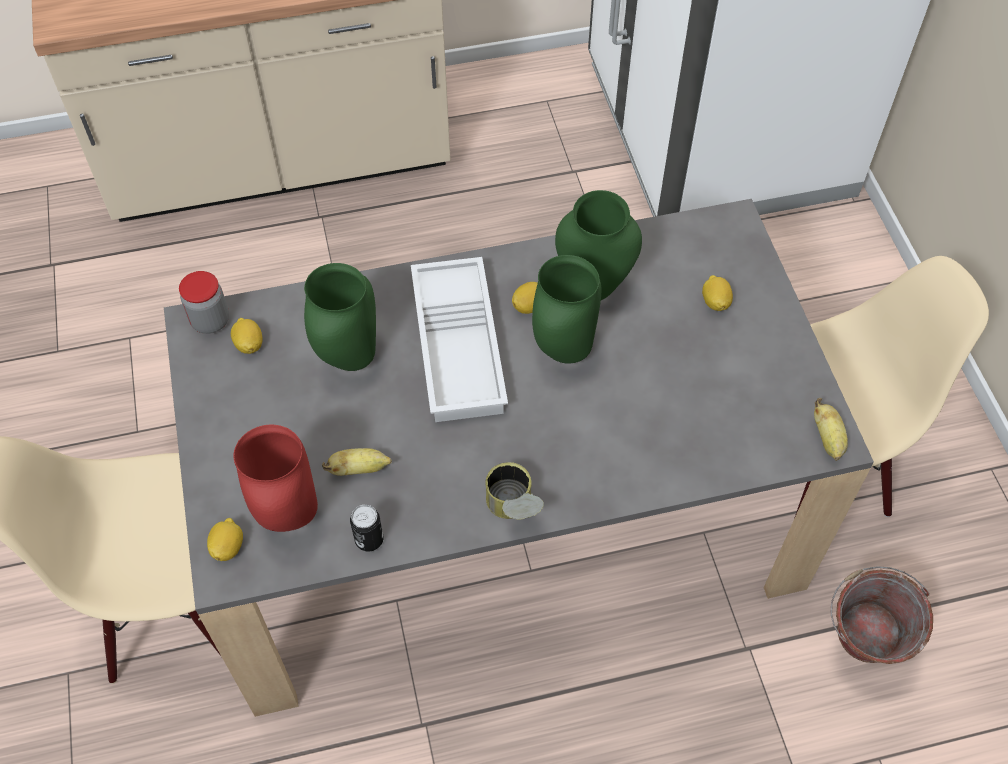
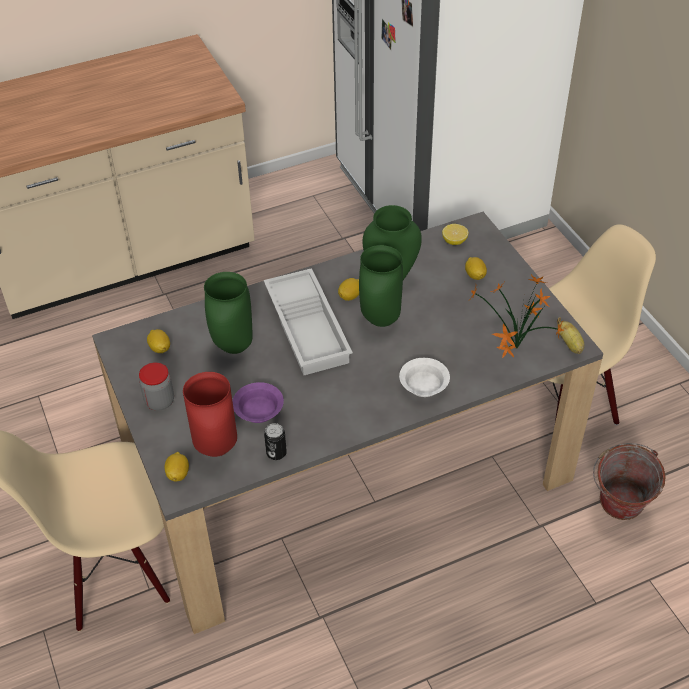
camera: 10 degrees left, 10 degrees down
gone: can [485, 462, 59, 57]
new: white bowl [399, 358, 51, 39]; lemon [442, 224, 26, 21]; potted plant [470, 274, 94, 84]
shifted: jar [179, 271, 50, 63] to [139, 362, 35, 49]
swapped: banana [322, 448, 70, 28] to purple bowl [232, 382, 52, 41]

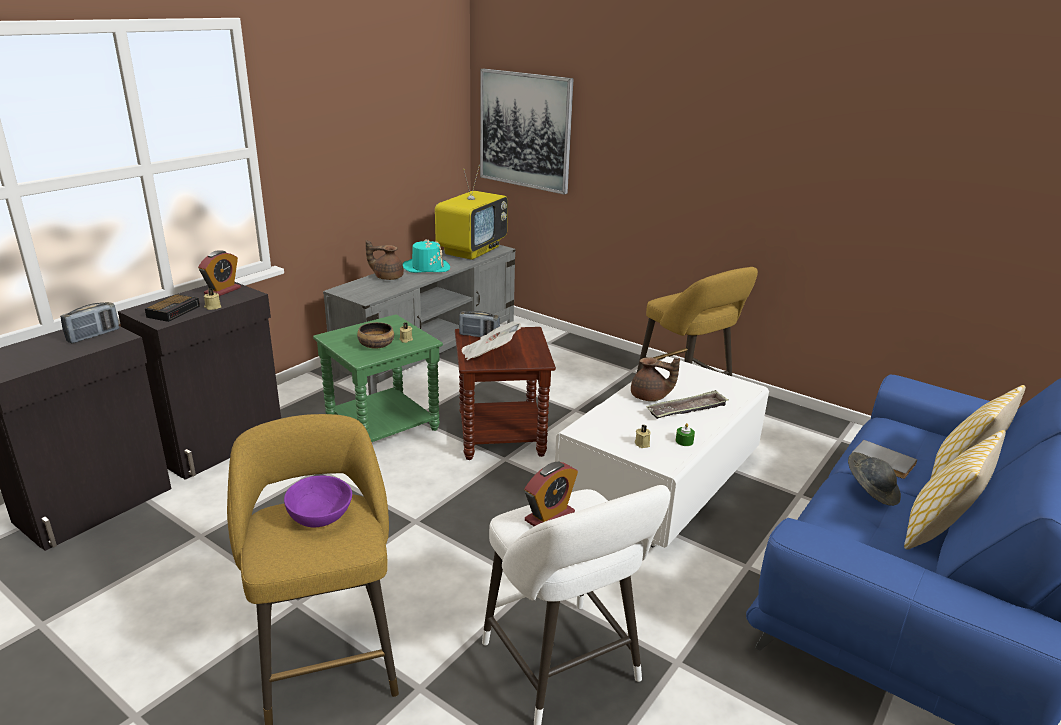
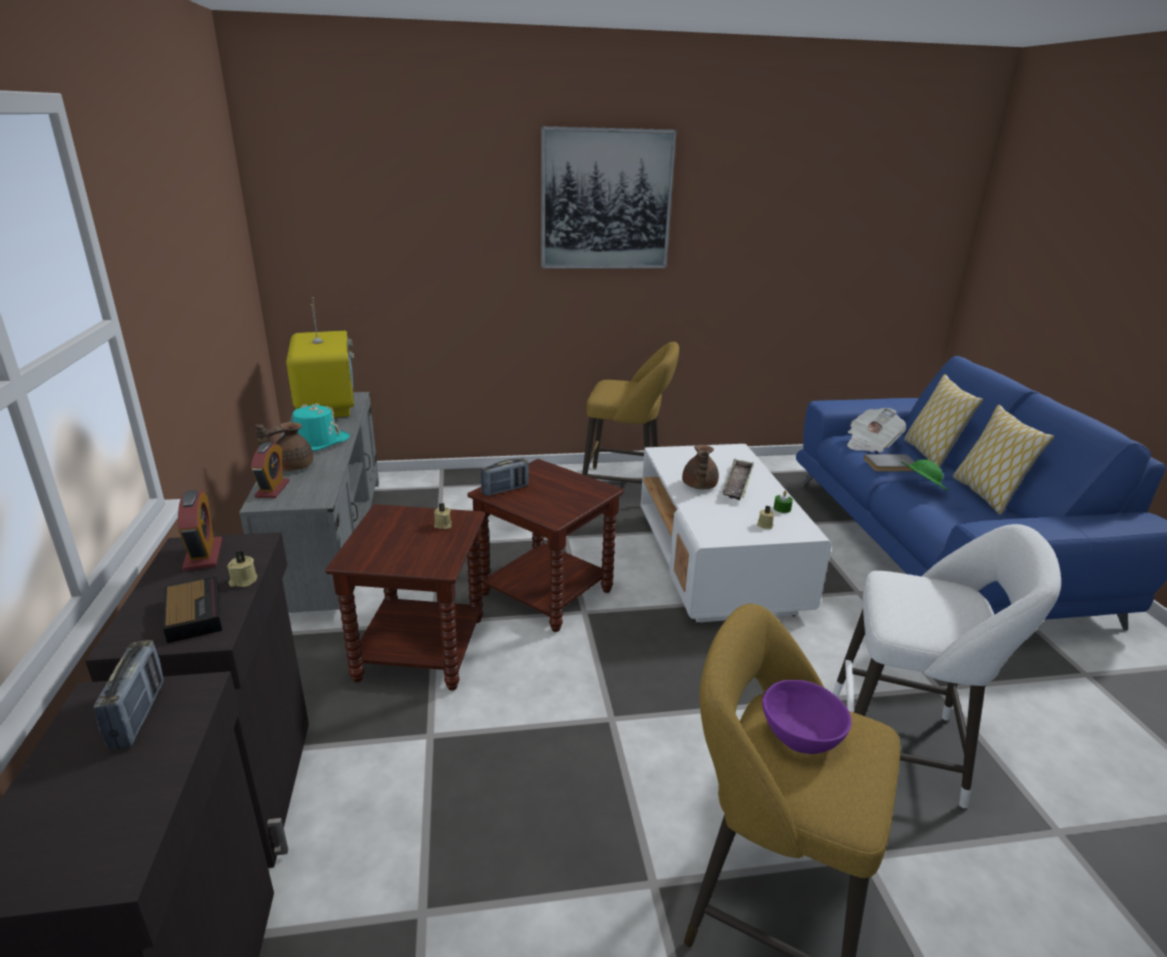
camera: 45 degrees left, 0 degrees up
gone: bowl [357, 322, 37, 27]
shifted: newspaper [461, 321, 60, 39] to [847, 408, 59, 44]; picture [480, 69, 94, 126] to [541, 126, 136, 143]; alarm clock [524, 462, 54, 64] to [251, 442, 39, 56]
repainted: green side table [313, 315, 130, 127] to brown side table [325, 504, 160, 187]; grey hat [848, 452, 53, 54] to green hat [901, 460, 47, 31]
rotated: brown teapot [631, 357, 49, 44] = [682, 445, 37, 44] 120 degrees clockwise

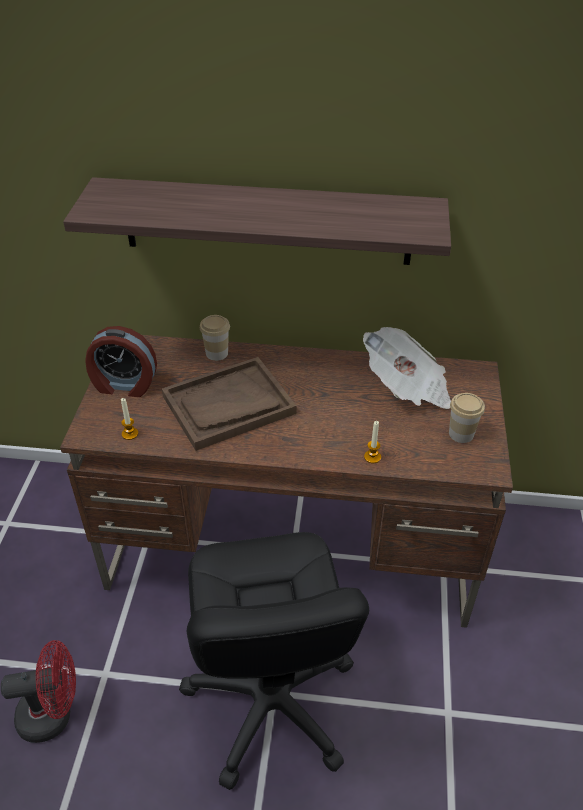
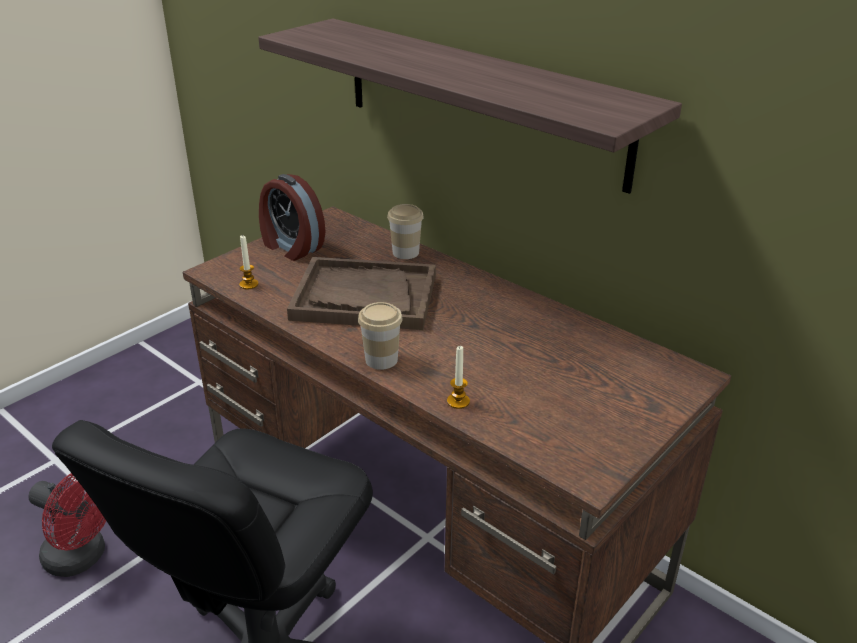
camera: 35 degrees right, 10 degrees down
gone: newspaper [363, 327, 88, 82]
shifted: cup [449, 393, 36, 50] to [358, 302, 45, 68]

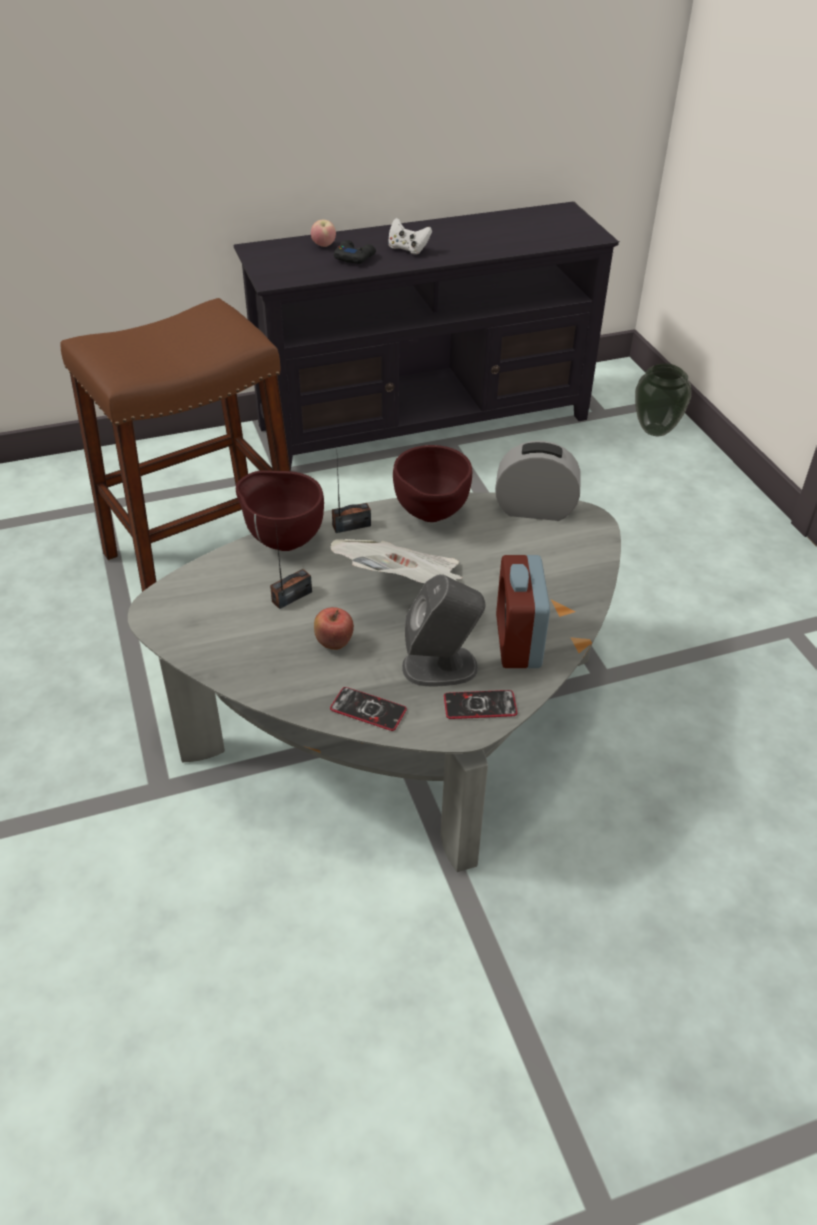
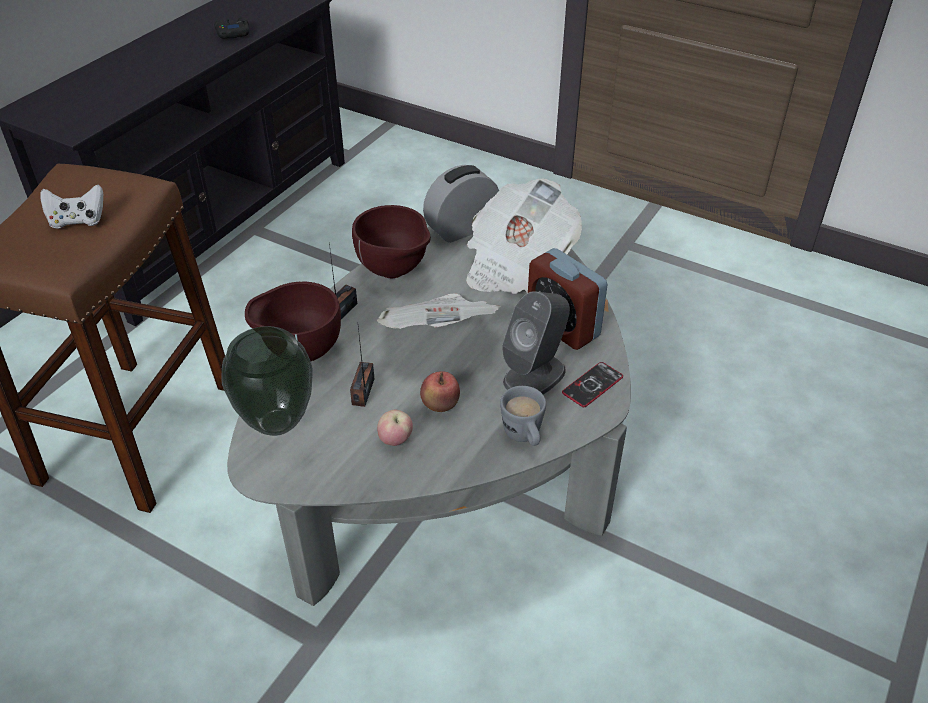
camera: 40 degrees left, 0 degrees up
new: newspaper [466, 179, 116, 115]
shifted: apple [311, 219, 25, 28] to [377, 410, 36, 36]; black game controller [334, 240, 42, 24] to [214, 17, 35, 22]; white game controller [388, 218, 44, 37] to [40, 185, 63, 44]; vase [635, 363, 56, 73] to [221, 326, 92, 110]
swapped: phone [330, 687, 77, 44] to grey mug [500, 386, 46, 60]

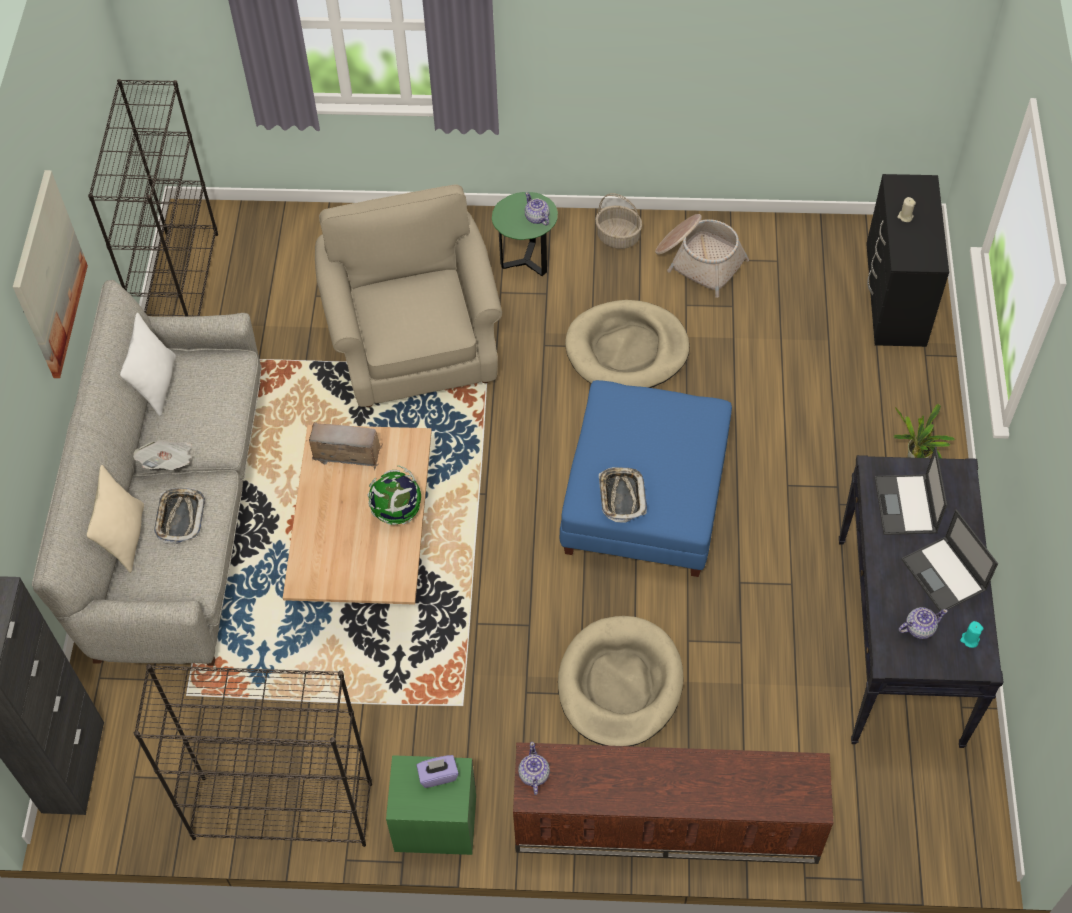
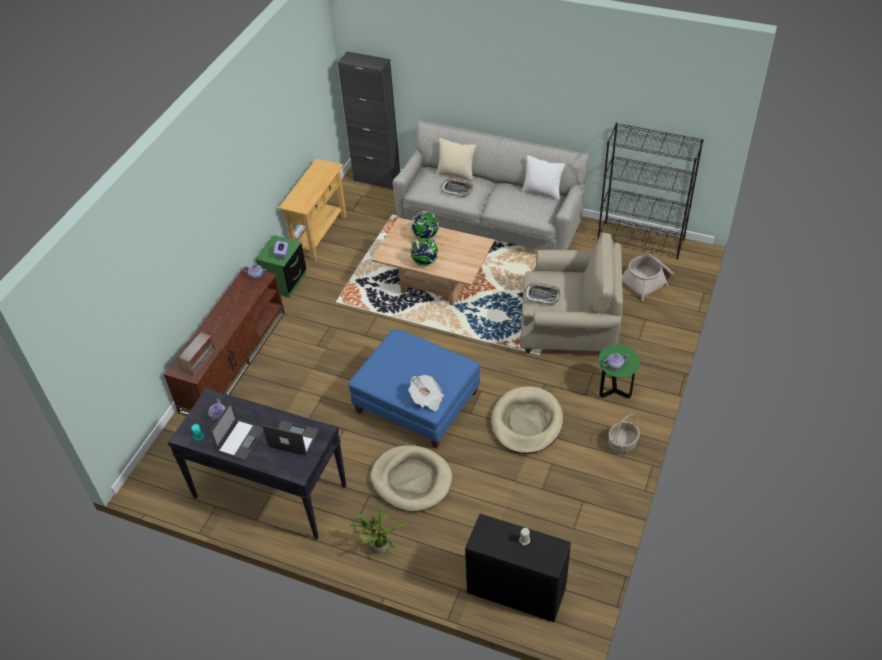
camera: 110 degrees right, 10 degrees down
gone: picture [13, 170, 75, 208]
new: globe [410, 211, 29, 28]
shifted: newspaper [133, 440, 59, 30] to [408, 375, 36, 36]; radio [306, 422, 76, 48] to [178, 332, 39, 44]; beige dog bed [558, 616, 125, 130] to [370, 445, 82, 67]; tray [599, 467, 48, 56] to [525, 283, 36, 22]; basket [655, 214, 94, 84] to [622, 253, 53, 48]
swapped: black bookcase [134, 664, 238, 183] to beige console table [278, 159, 69, 103]
rotated: laptop [902, 510, 96, 102] = [210, 400, 54, 61] 120 degrees clockwise

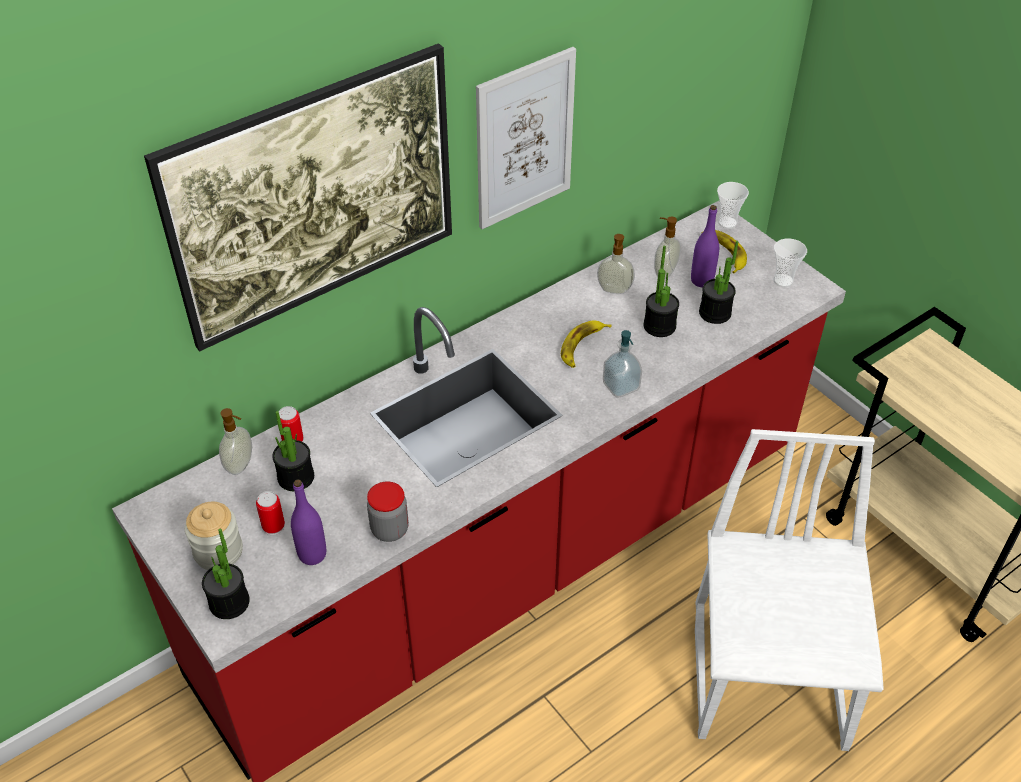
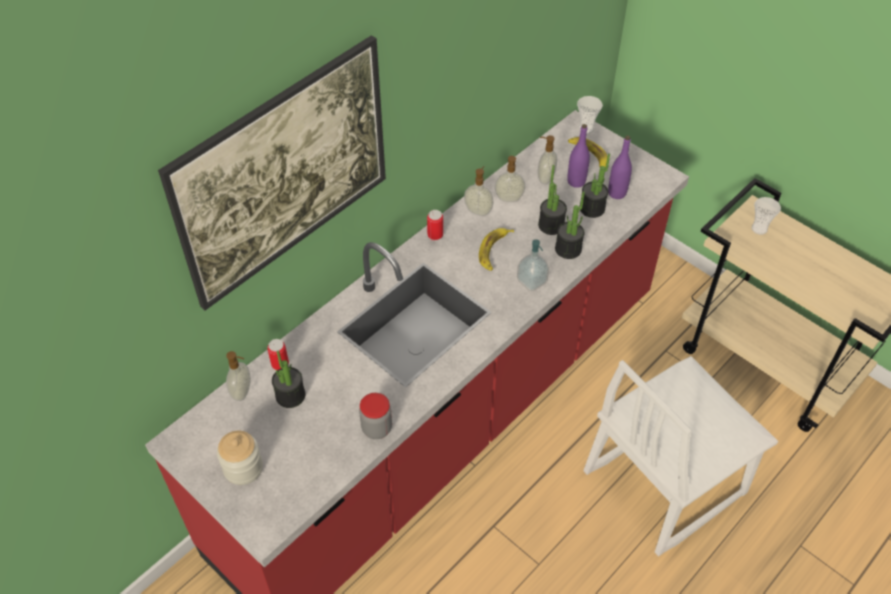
camera: 10 degrees left, 5 degrees up
gone: picture [476, 47, 100, 182]
new: soap dispenser [464, 166, 30, 50]
shifted: potted plant [202, 528, 48, 91] to [555, 191, 30, 68]; can [256, 491, 29, 44] to [427, 210, 16, 31]; purple bottle [291, 480, 35, 85] to [608, 136, 24, 63]; cup [773, 238, 34, 49] to [752, 197, 29, 38]
rotated: white chair [695, 429, 189, 322] = [584, 356, 194, 200] 120 degrees counterclockwise

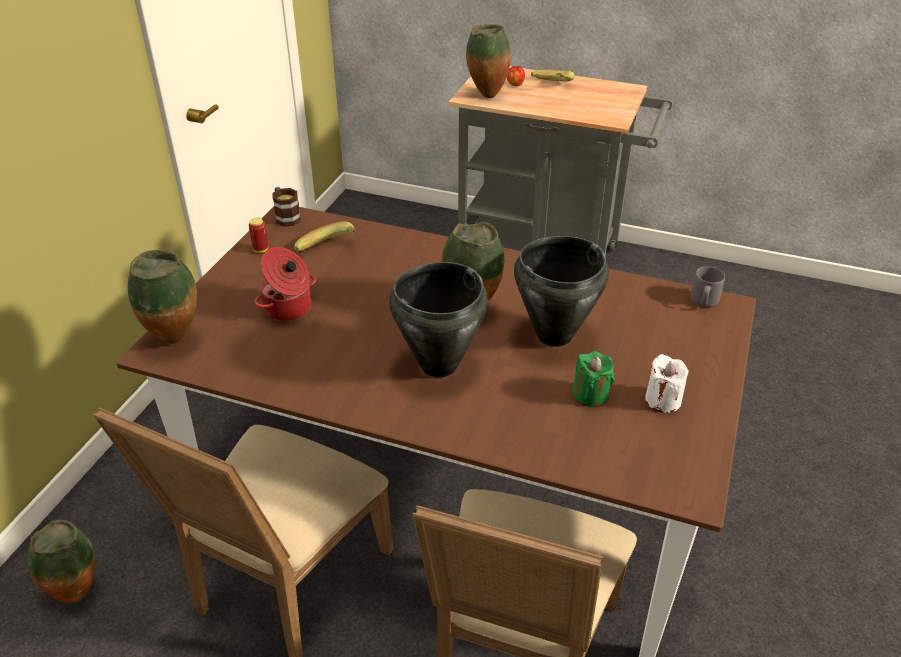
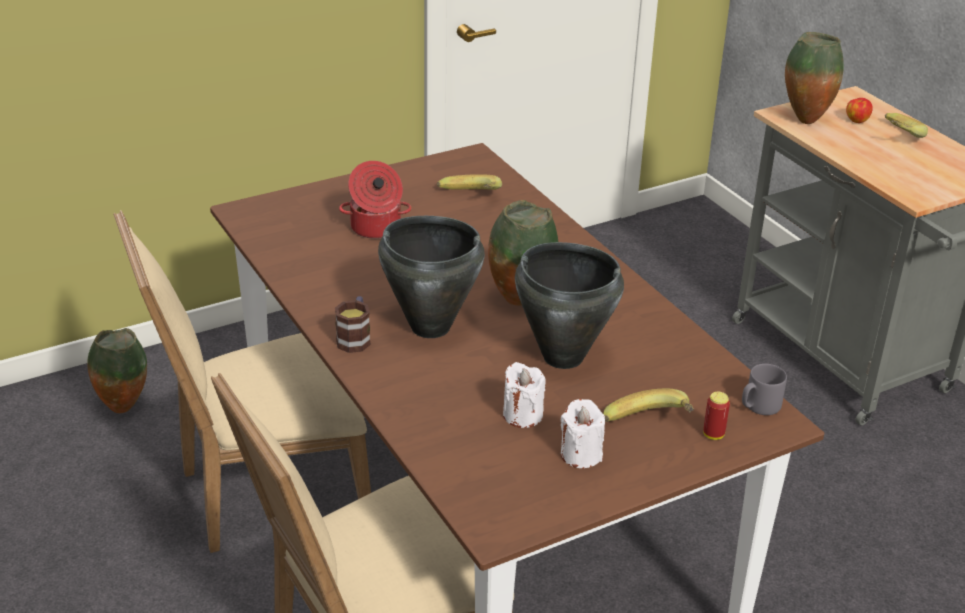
camera: 40 degrees right, 5 degrees down
gone: vase [128, 250, 69, 94]
new: banana [603, 389, 91, 33]
shifted: can [249, 218, 19, 35] to [703, 392, 27, 48]; mug [273, 187, 28, 40] to [335, 296, 36, 57]
repainted: green candle [573, 351, 41, 56] to white candle [503, 362, 42, 66]

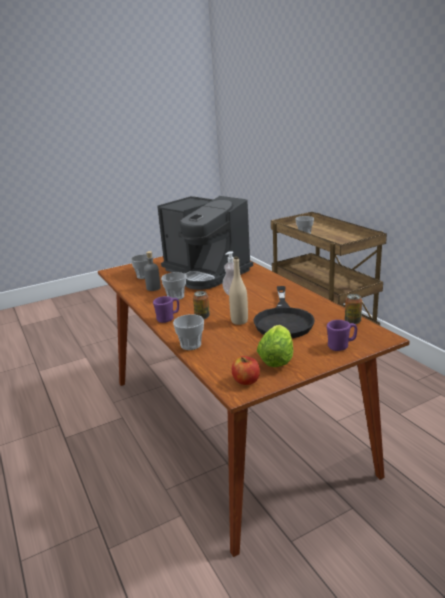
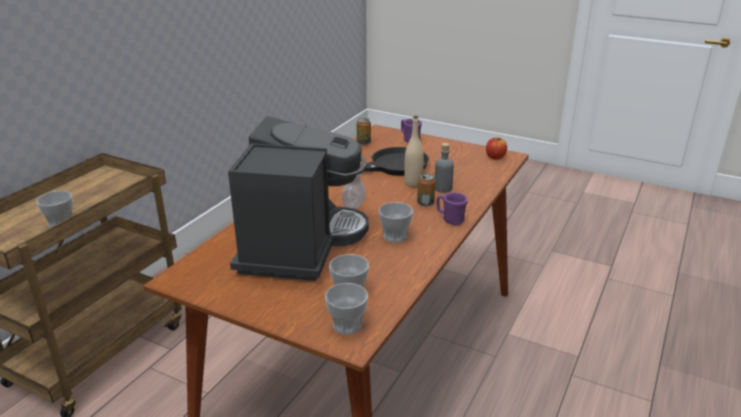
camera: 125 degrees left, 5 degrees up
gone: lettuce [257, 325, 36, 42]
shifted: grey bottle [144, 251, 17, 40] to [435, 143, 19, 50]; cup [173, 314, 31, 36] to [325, 283, 43, 52]

